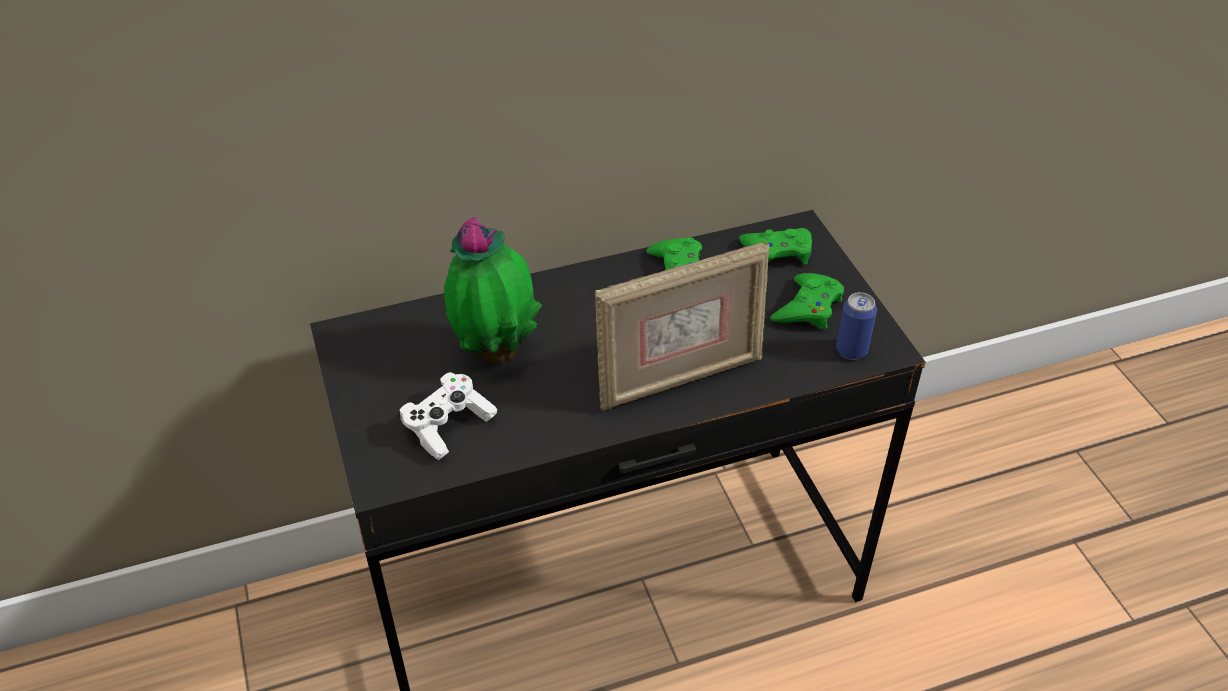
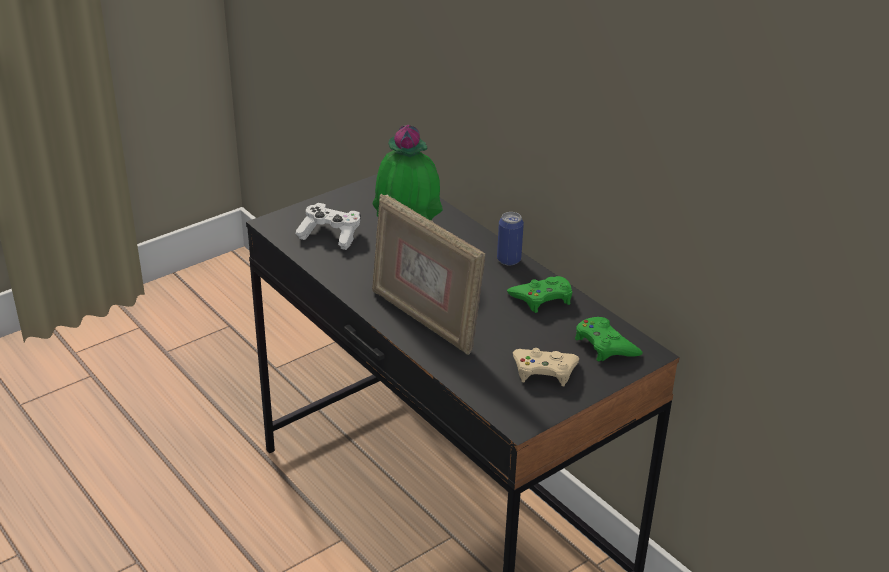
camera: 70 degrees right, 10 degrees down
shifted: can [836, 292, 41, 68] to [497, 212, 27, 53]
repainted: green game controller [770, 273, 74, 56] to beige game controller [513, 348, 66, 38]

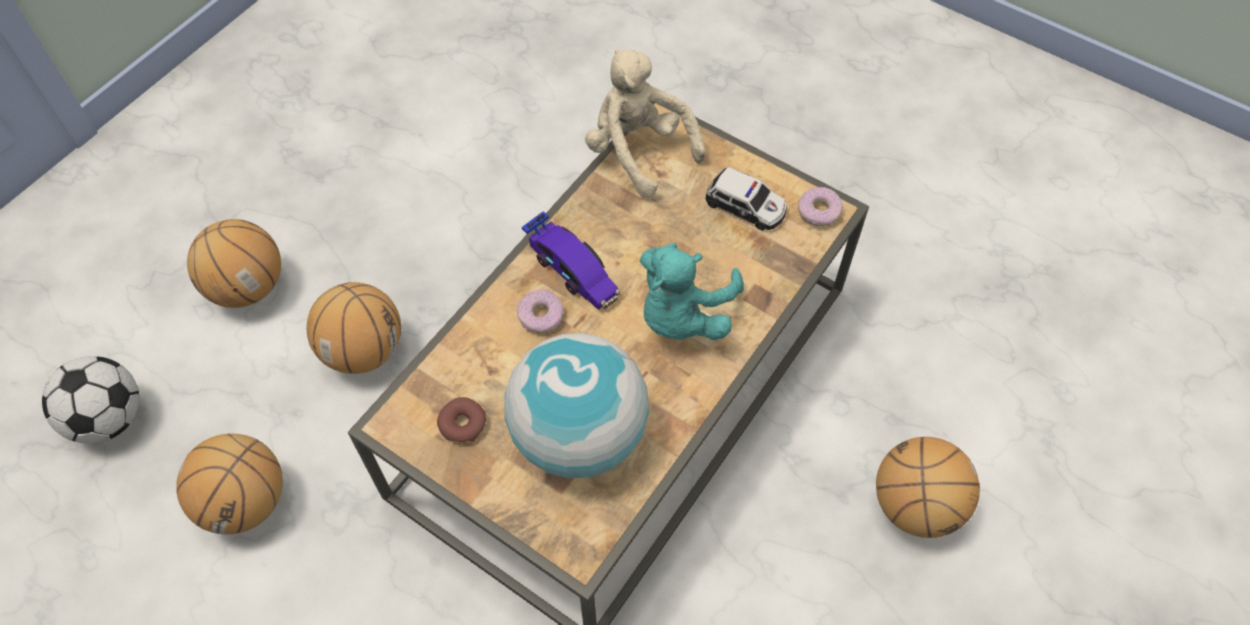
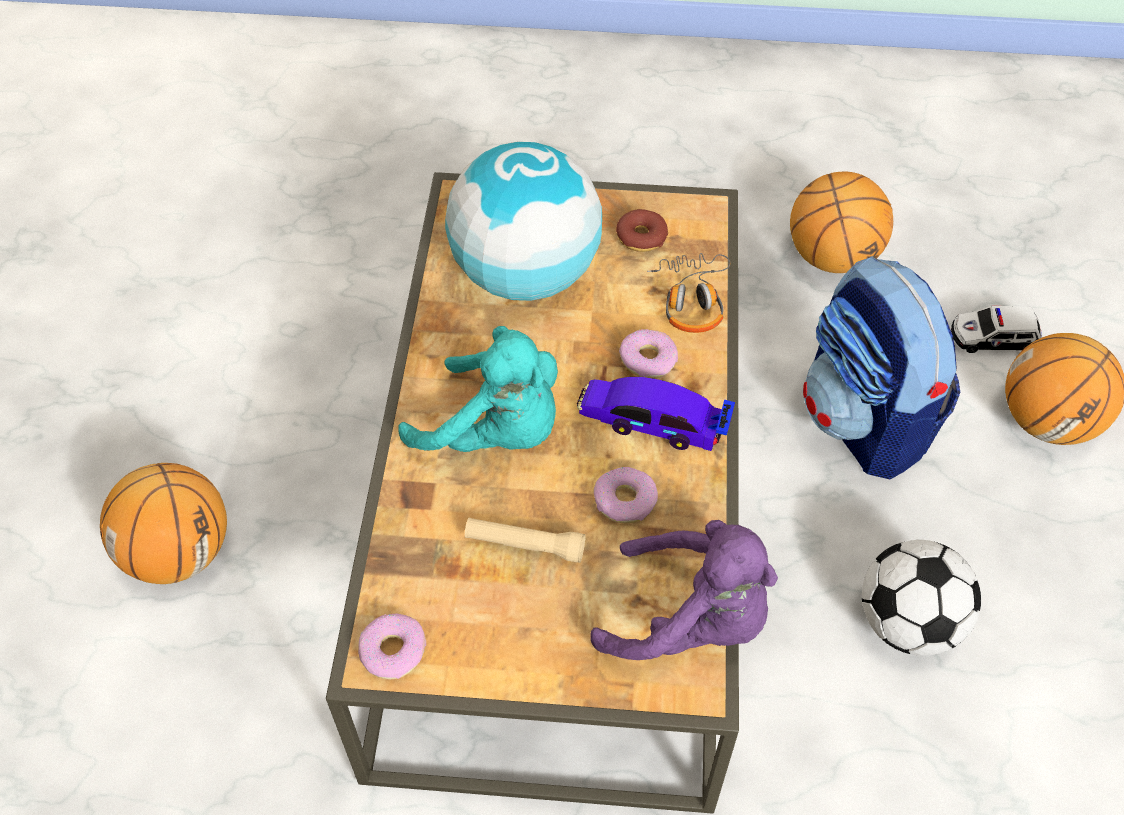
camera: 150 degrees right, 5 degrees down
new: beige flashlight [465, 518, 121, 45]; donut [593, 467, 65, 56]; headphones [647, 253, 83, 80]
shifted: football [42, 356, 97, 88] to [862, 540, 119, 116]; toy car [706, 167, 80, 63] to [951, 305, 91, 48]
swapped: basketball [307, 282, 94, 92] to backpack [803, 256, 157, 223]
repainted: beige plush toy [585, 49, 121, 149] to purple plush toy [590, 520, 188, 140]
rotated: turquoise plush toy [640, 243, 104, 97] = [399, 326, 159, 126] 120 degrees clockwise

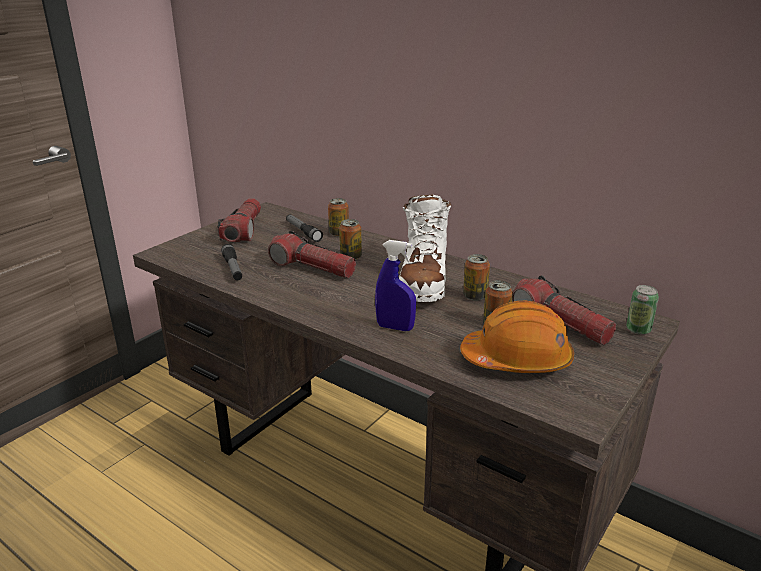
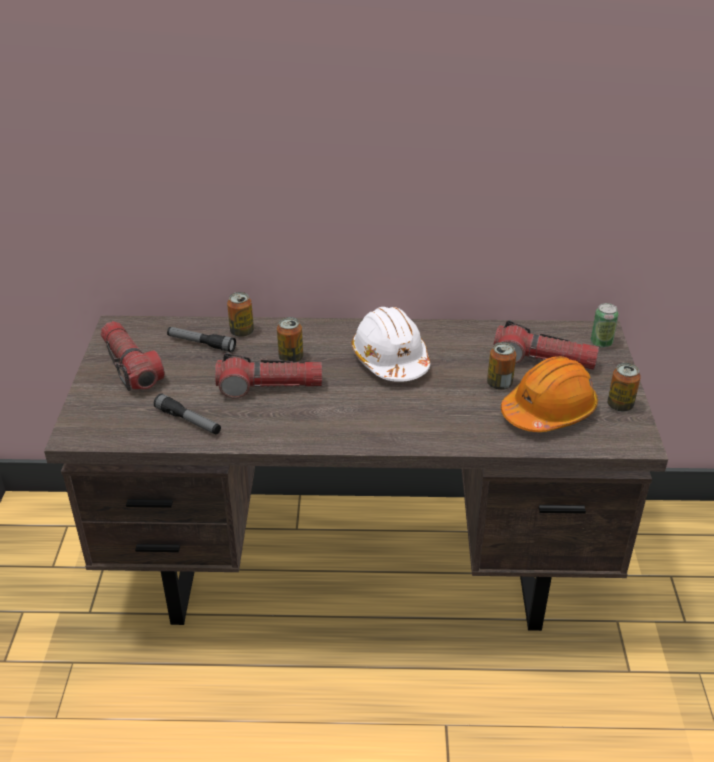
camera: 35 degrees left, 10 degrees up
gone: blue spray bottle [375, 240, 41, 91]
shifted: can [463, 254, 27, 47] to [607, 363, 34, 49]
swapped: white boot [399, 195, 52, 107] to white hard hat [351, 307, 79, 75]

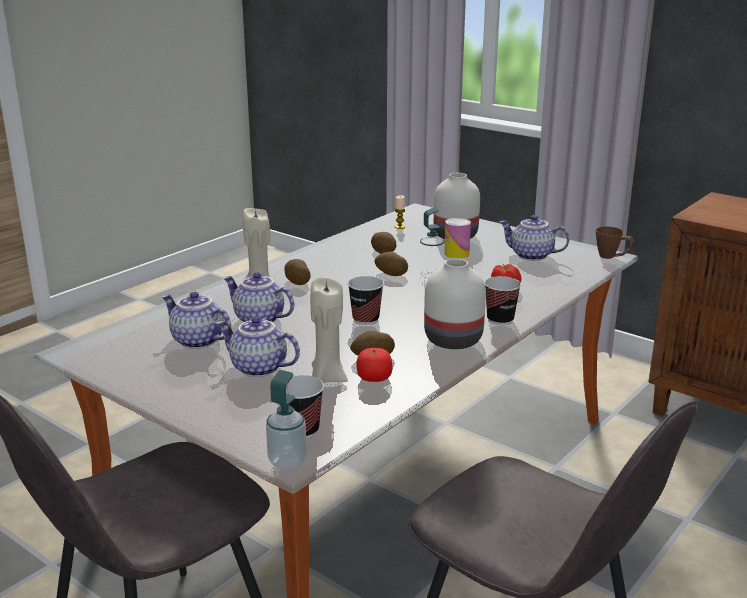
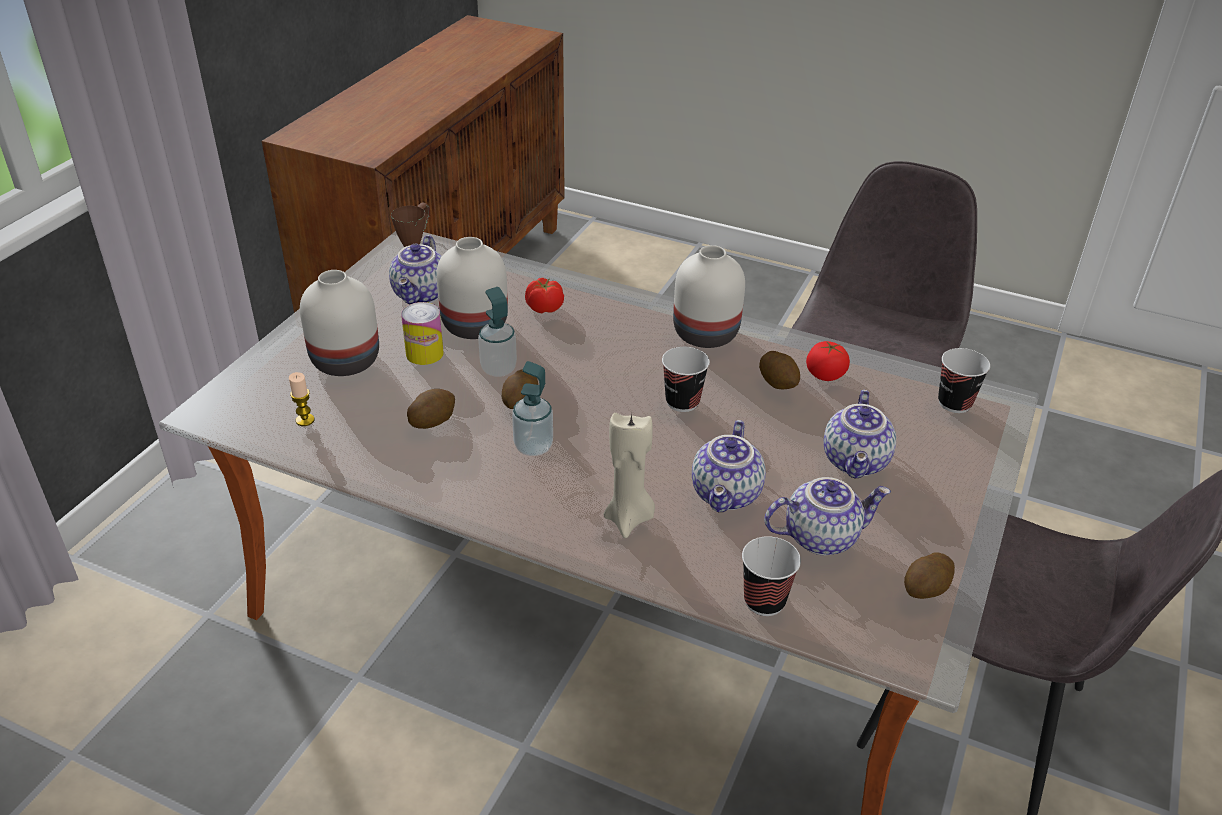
camera: 105 degrees left, 15 degrees up
gone: beige candle [310, 277, 38, 106]
new: white vase [436, 237, 72, 102]
shifted: soap dispenser [266, 370, 41, 99] to [512, 361, 41, 95]; potato [285, 259, 26, 26] to [904, 553, 51, 46]; cup [484, 276, 37, 49] to [742, 536, 59, 80]
rotated: teapot [162, 292, 69, 57] = [764, 477, 127, 78] 120 degrees counterclockwise

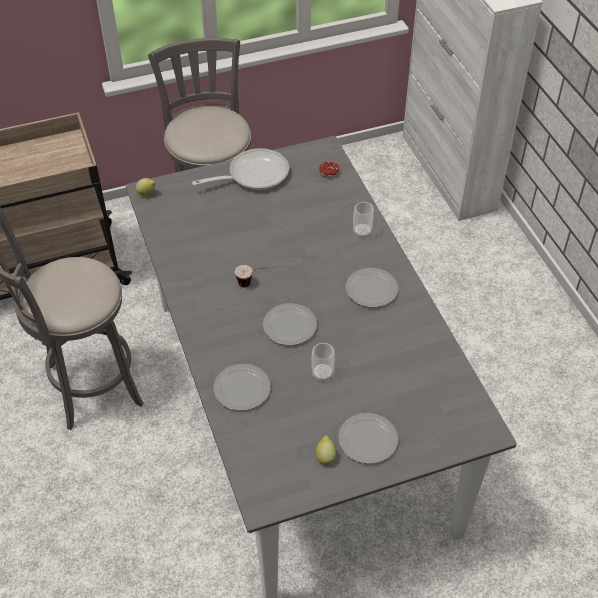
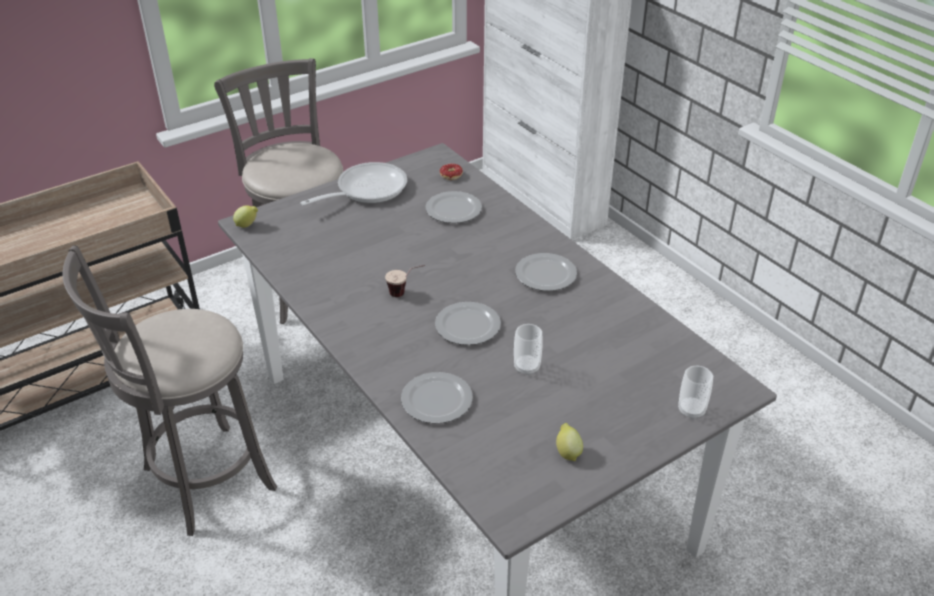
camera: 15 degrees left, 10 degrees down
shifted: plate [338, 413, 60, 51] to [426, 191, 56, 32]; cup [353, 202, 21, 36] to [678, 366, 35, 54]

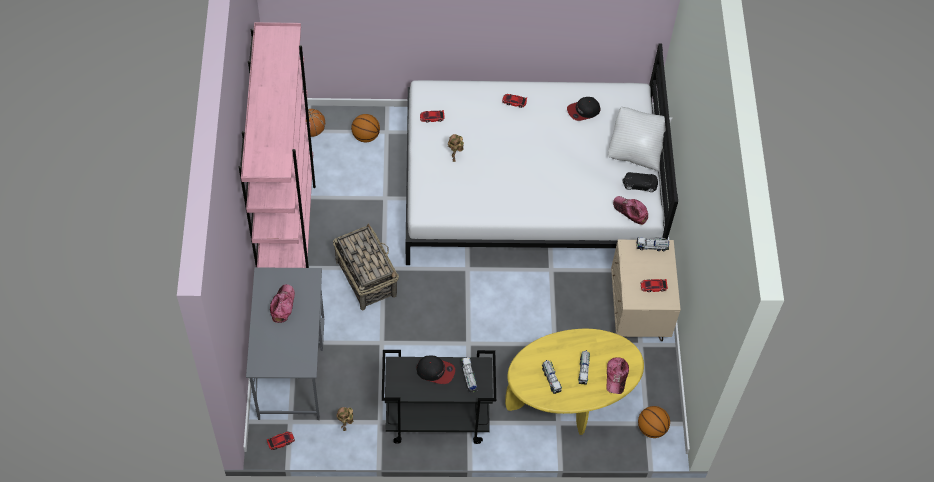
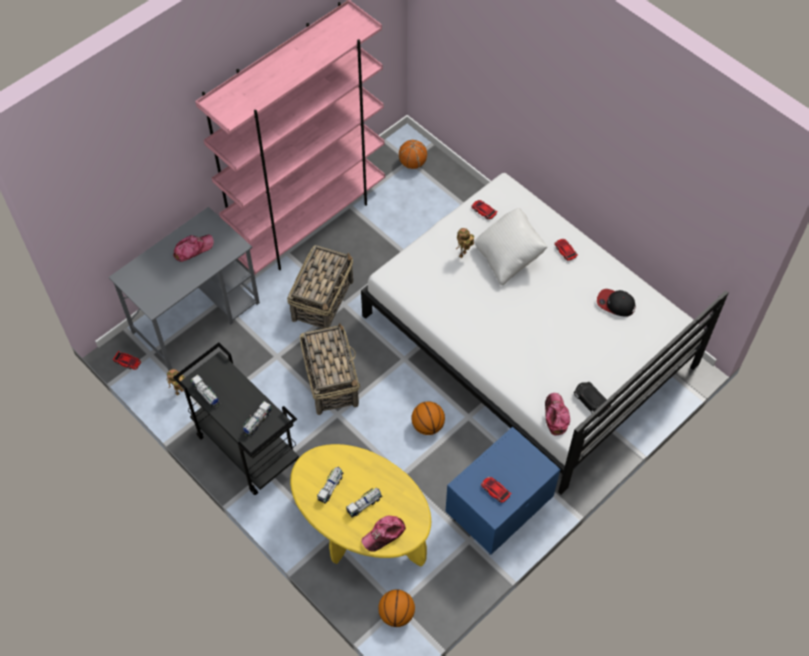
camera: 50 degrees right, 0 degrees up
gone: cap [416, 356, 39, 28]
new: basket [300, 323, 60, 92]
shifted: basketball [351, 114, 29, 28] to [411, 401, 34, 34]; white pillow [608, 107, 64, 64] to [474, 208, 74, 78]; toy truck [637, 237, 32, 14] to [191, 375, 30, 33]
repainted: beige nightstand [611, 239, 70, 102] to blue nightstand [446, 427, 114, 128]

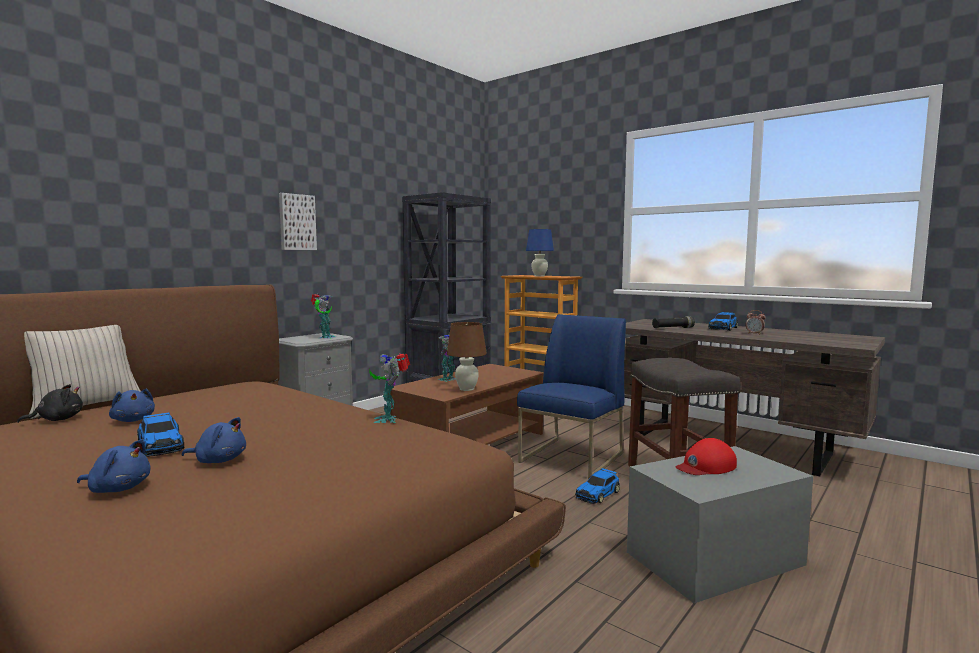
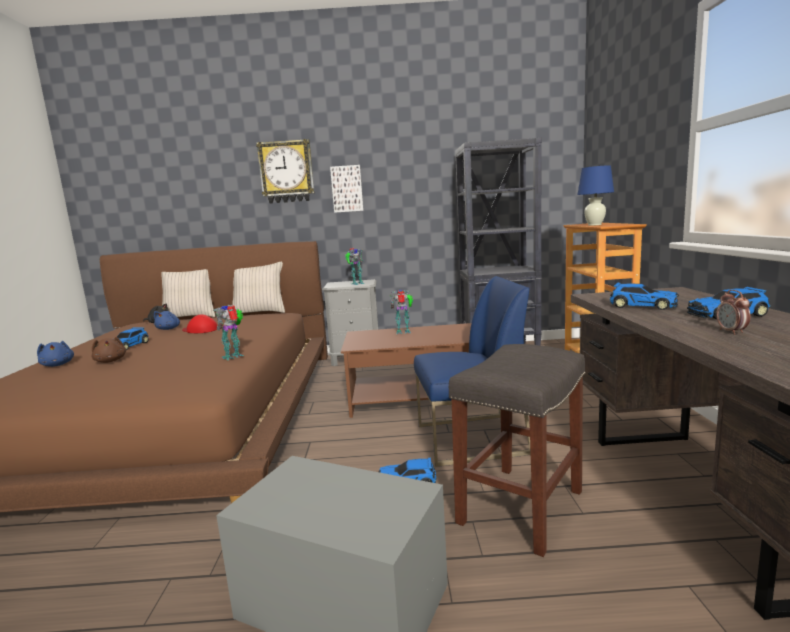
camera: 50 degrees right, 5 degrees up
gone: brown table lamp [447, 322, 40, 69]
new: beige pillow [232, 262, 53, 51]; wall clock [256, 139, 59, 65]
shifted: red cap [676, 438, 61, 37] to [182, 314, 35, 19]
swapped: black flashlight [652, 316, 43, 12] to toy car [610, 282, 69, 28]
repainted: blue plush toy [182, 417, 64, 46] to brown plush toy [92, 337, 34, 26]

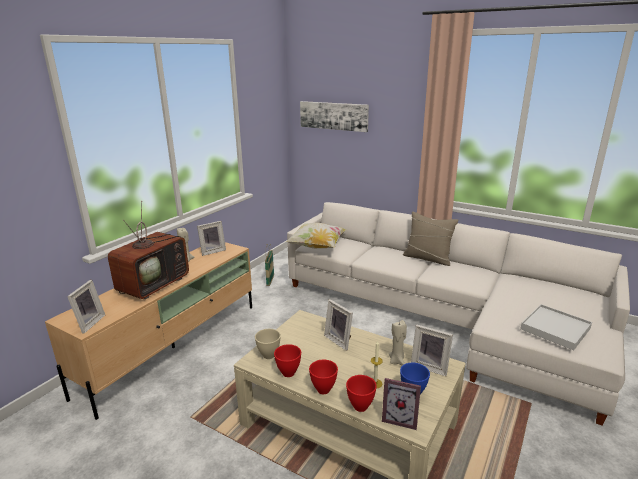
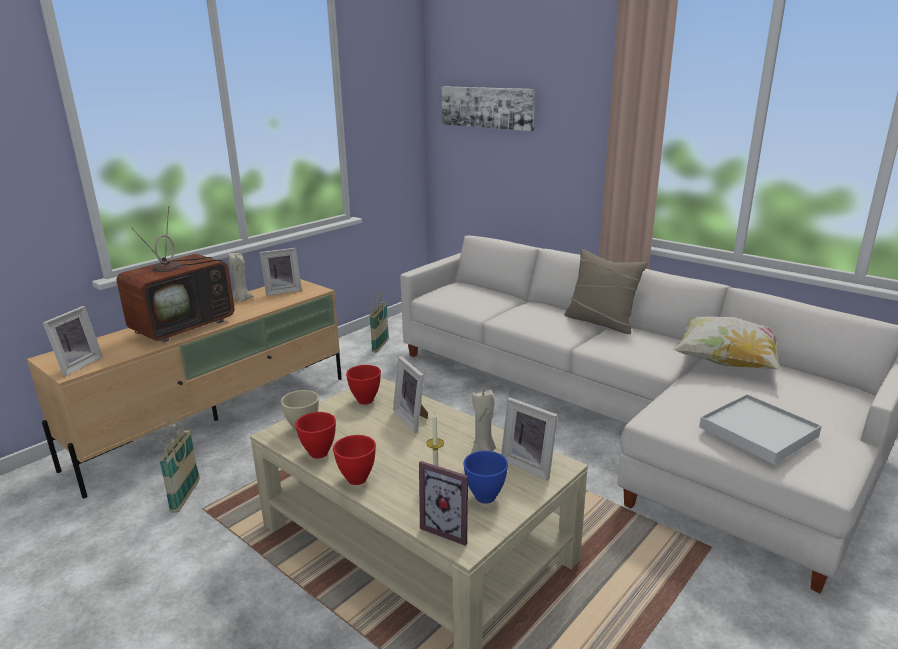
camera: 10 degrees right, 0 degrees up
new: basket [159, 419, 41, 93]
shifted: pillow [285, 223, 62, 25] to [673, 316, 108, 53]; red bowl [346, 375, 31, 37] to [346, 365, 35, 40]

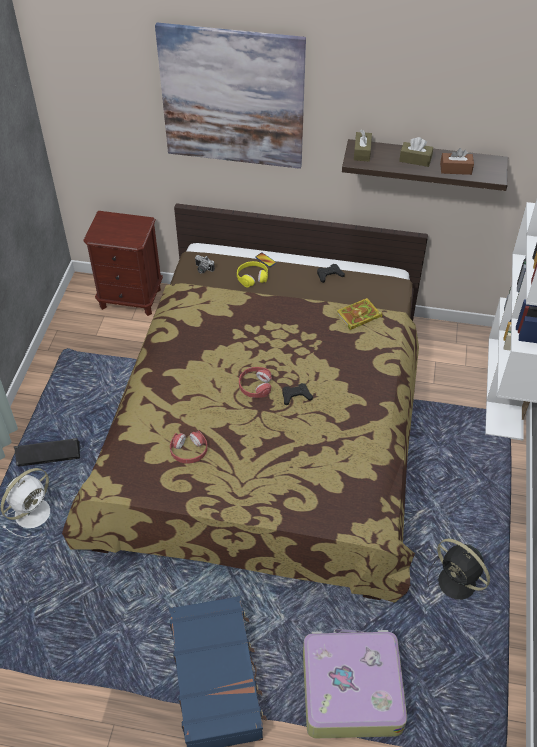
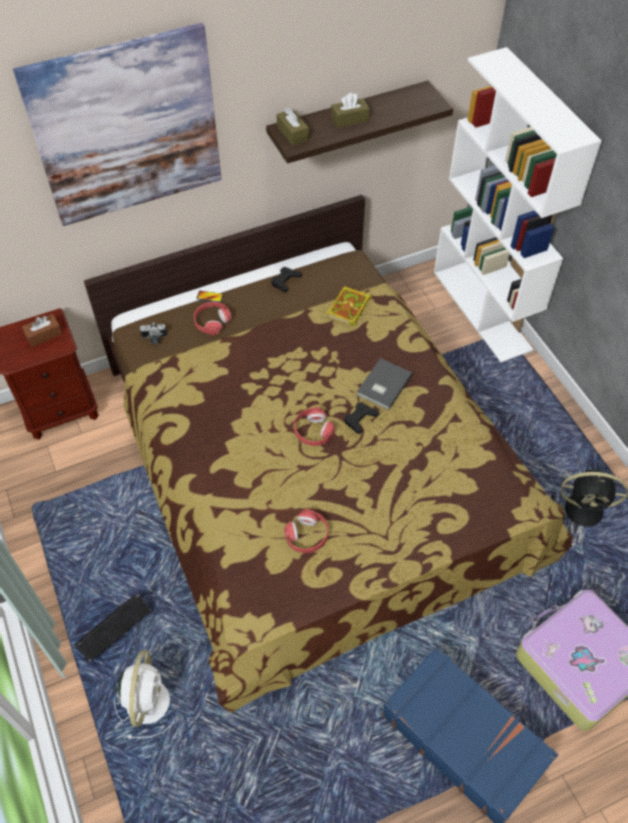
camera: 35 degrees left, 5 degrees up
new: grey book [357, 358, 56, 52]
shifted: brown tissue box [440, 148, 34, 27] to [22, 314, 40, 33]
repainted: yellow headphones [237, 261, 31, 27] to red headphones [194, 302, 37, 33]

